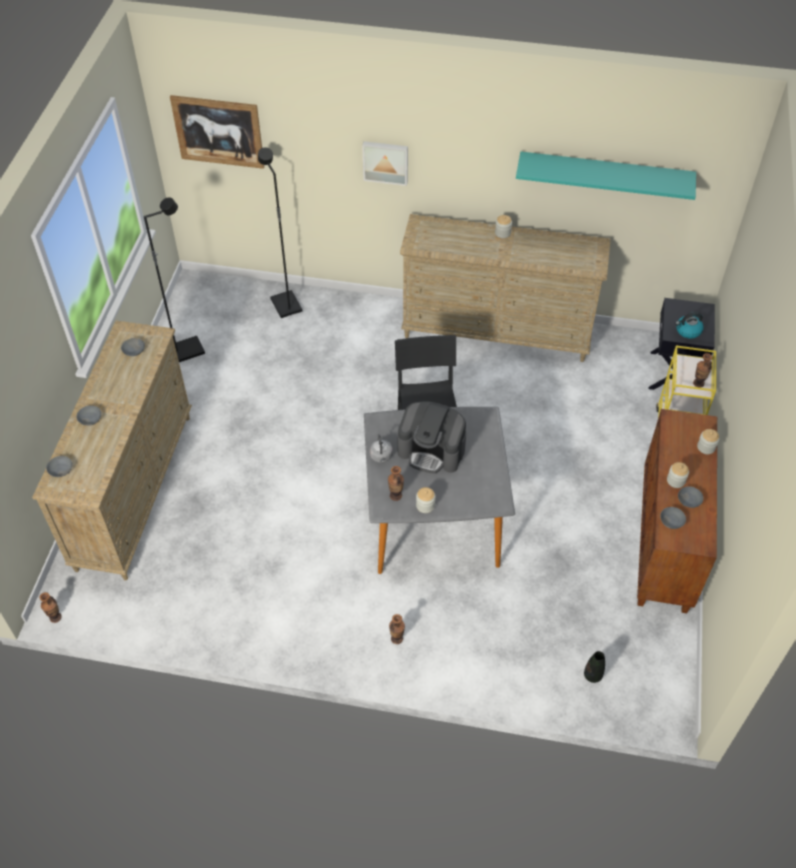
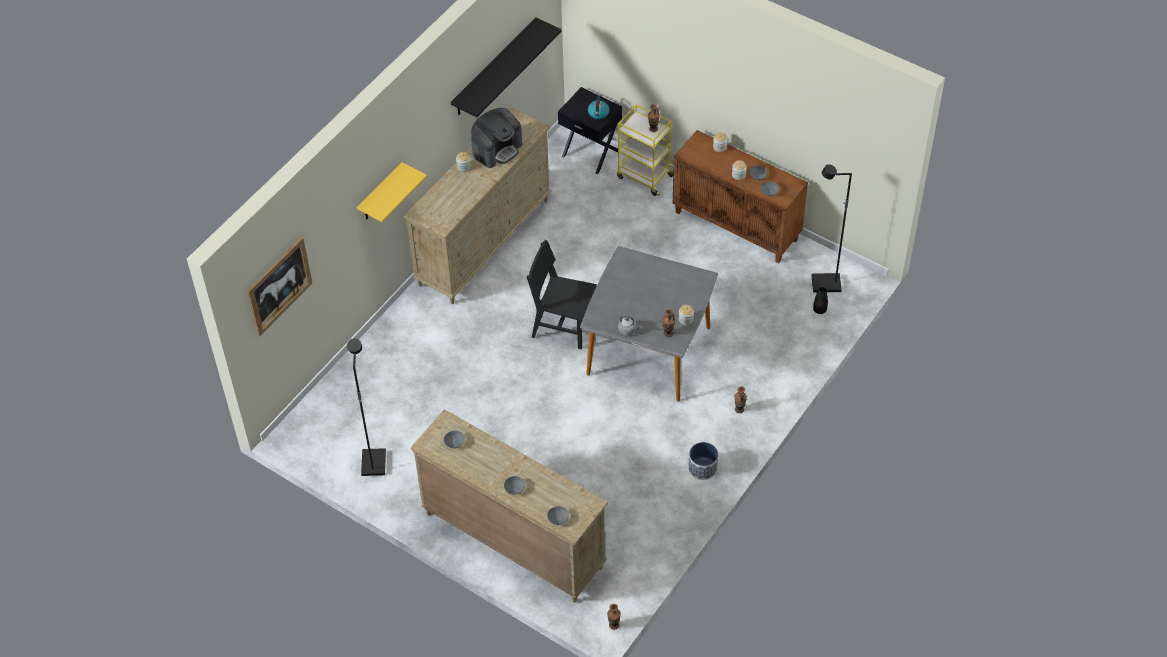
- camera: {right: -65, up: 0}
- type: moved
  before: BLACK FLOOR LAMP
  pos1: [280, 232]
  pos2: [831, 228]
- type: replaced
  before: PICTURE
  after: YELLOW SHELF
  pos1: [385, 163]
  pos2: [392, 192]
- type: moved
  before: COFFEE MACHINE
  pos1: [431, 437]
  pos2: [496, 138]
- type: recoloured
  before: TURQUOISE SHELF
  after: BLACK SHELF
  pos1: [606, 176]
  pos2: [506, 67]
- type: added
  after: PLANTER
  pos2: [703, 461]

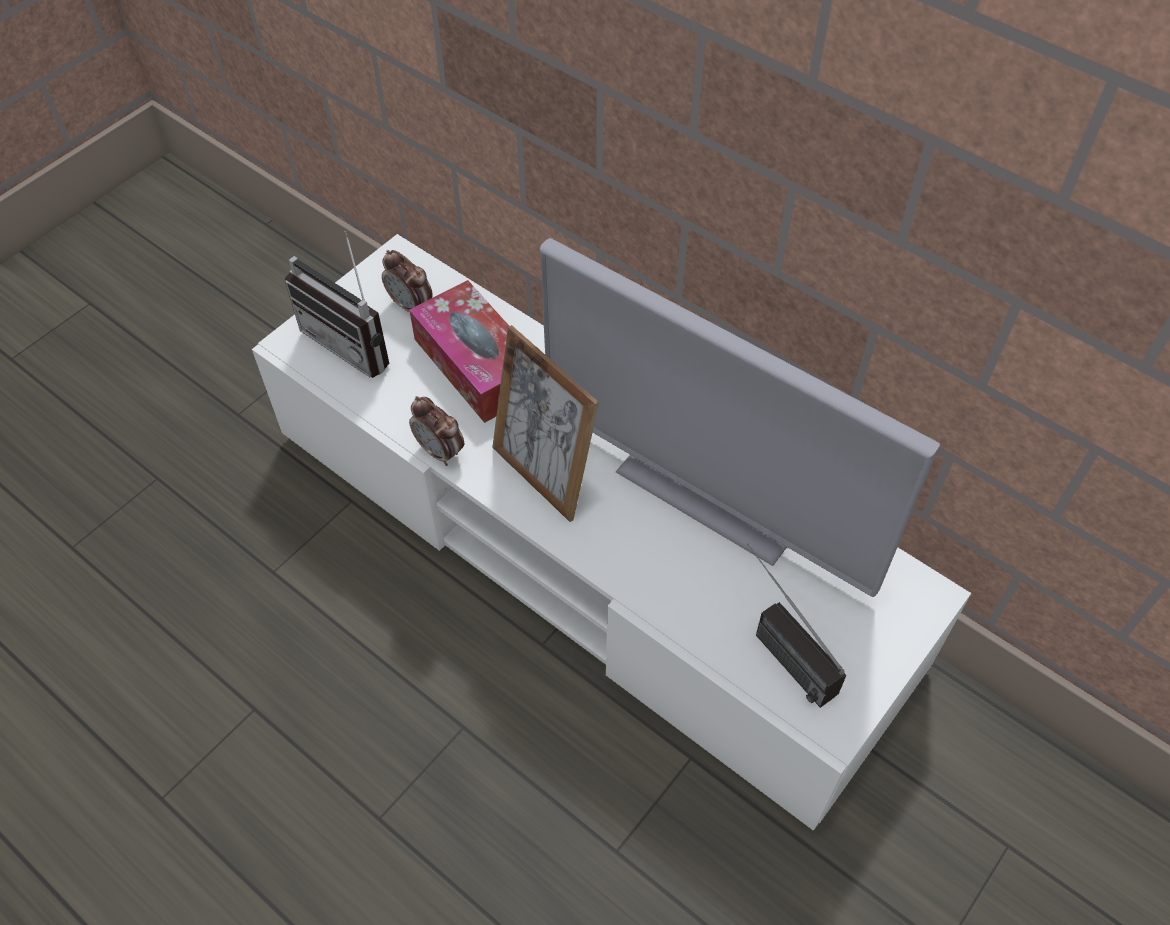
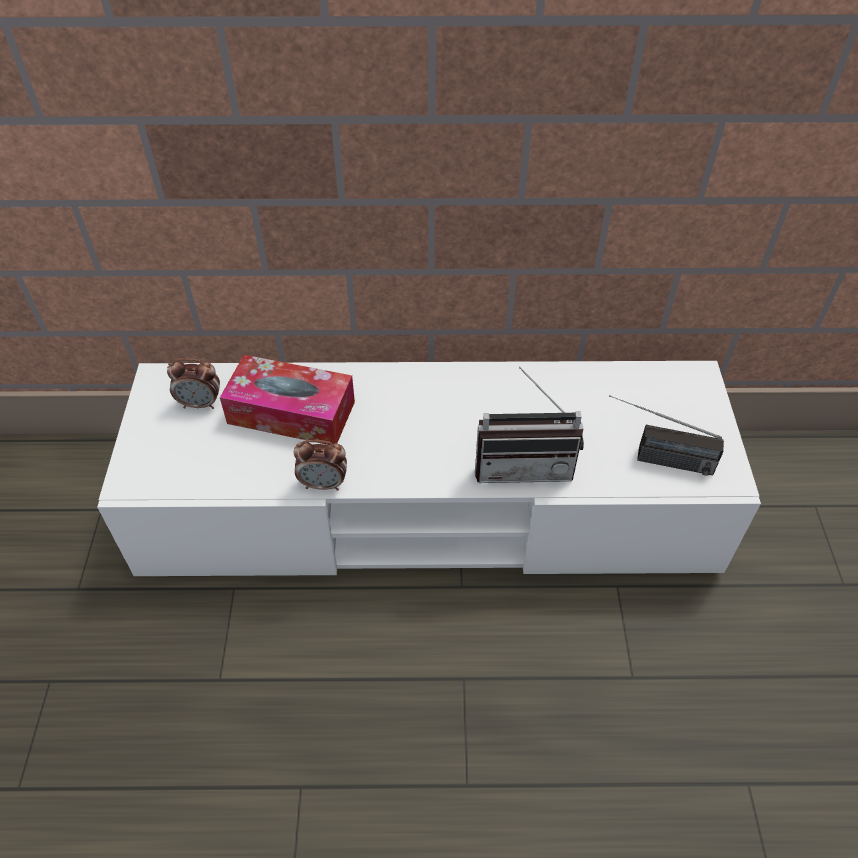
- camera: {right: -40, up: -5}
- type: moved
  before: RADIO
  pos1: [337, 304]
  pos2: [529, 425]
- type: removed
  before: PICTURE FRAME
  pos1: [545, 423]
- type: removed
  before: TELEVISION
  pos1: [740, 417]

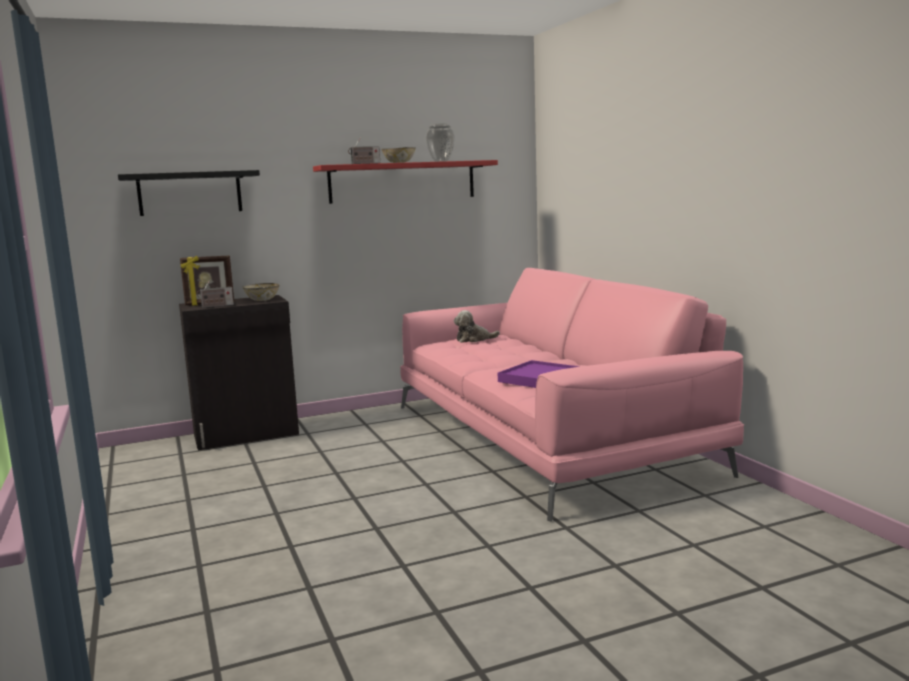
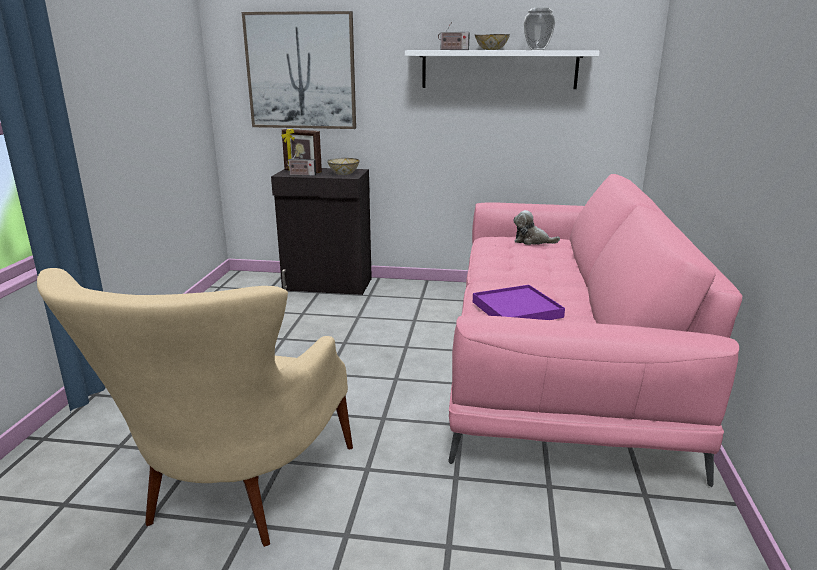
- camera: {right: 30, up: 10}
- type: replaced
  before: BLACK SHELF
  after: PICTURE
  pos1: [189, 193]
  pos2: [299, 70]
- type: recoloured
  before: RED SHELF
  after: WHITE SHELF
  pos1: [405, 182]
  pos2: [502, 69]
- type: added
  after: BEIGE ARMCHAIR
  pos2: [195, 407]

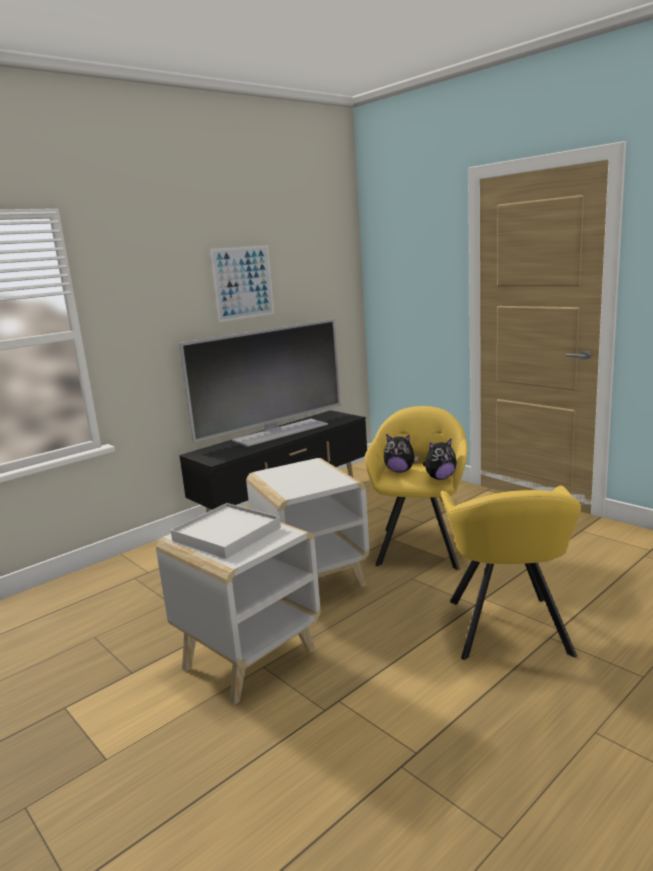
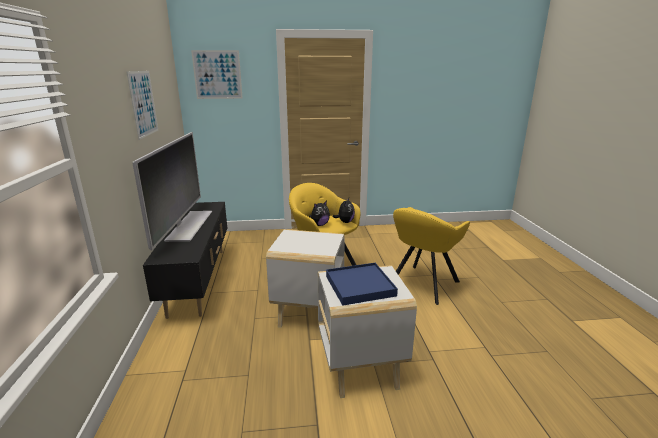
- camera: {right: -55, up: 5}
- type: recoloured
  before: WHITE TRAY
  after: BLUE TRAY
  pos1: [226, 531]
  pos2: [362, 284]
- type: turned
  before: YELLOW ARMCHAIR
  pos1: [511, 573]
  pos2: [431, 256]
  turn: 90
- type: added
  after: PICTURE
  pos2: [217, 74]

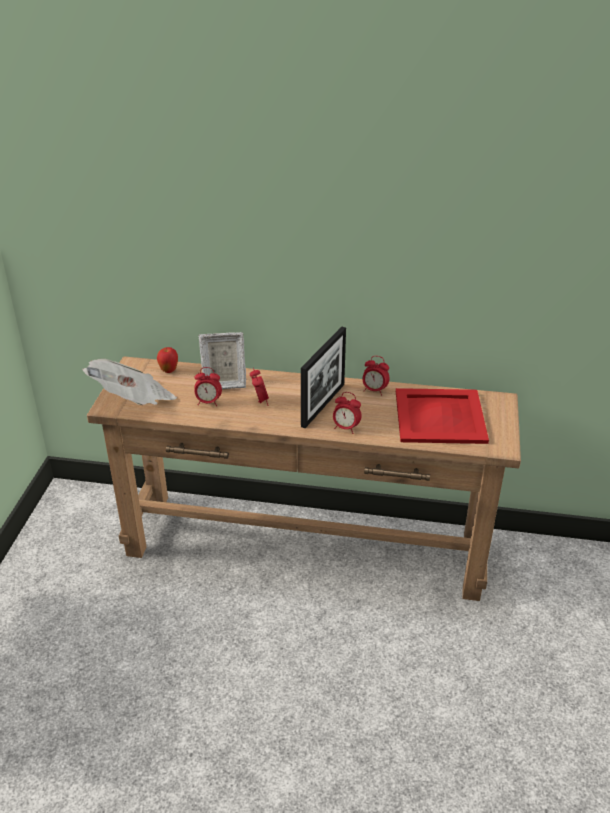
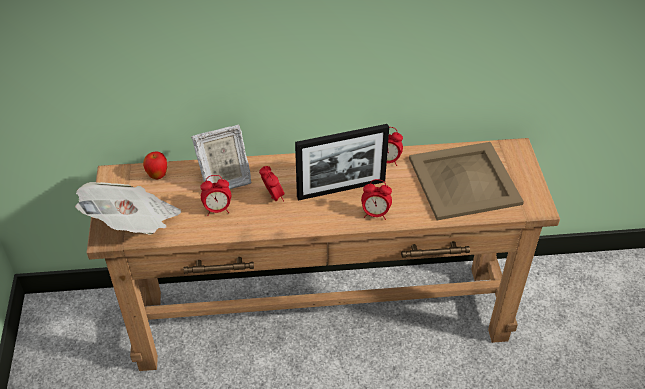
- camera: {right: -15, up: 10}
- type: turned
  before: PICTURE FRAME
  pos1: [323, 377]
  pos2: [342, 162]
  turn: 60
- type: recoloured
  before: RED TRAY
  after: BEIGE TRAY
  pos1: [442, 416]
  pos2: [466, 181]

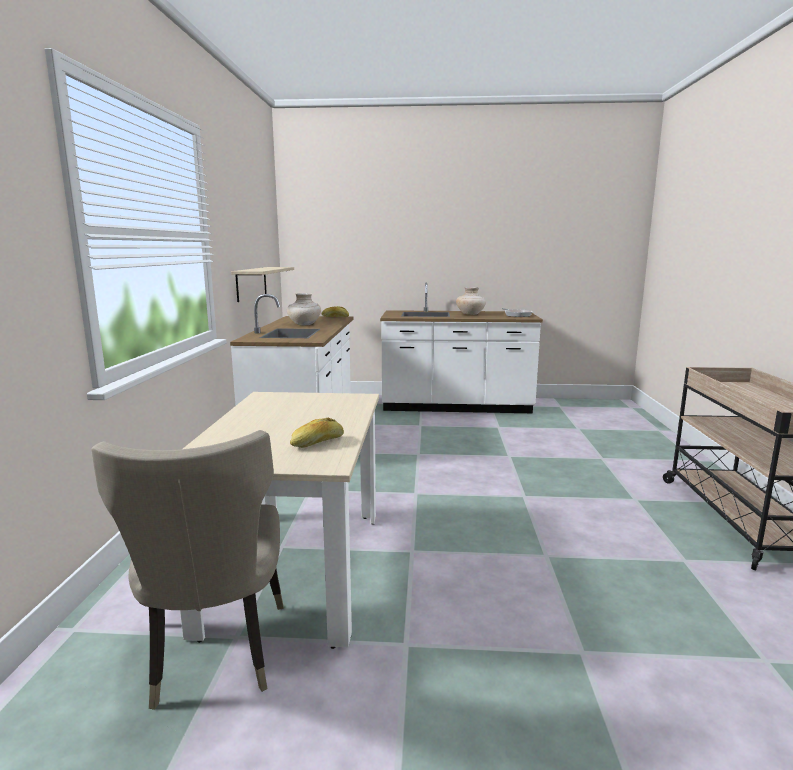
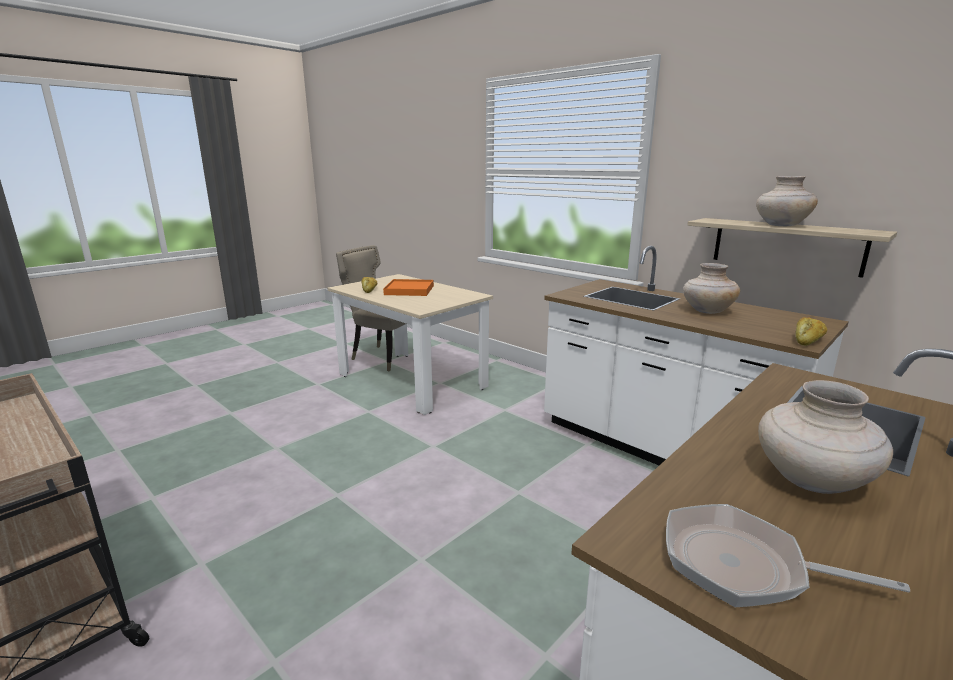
- camera: {right: 130, up: 5}
- type: added
  after: ORANGE TRAY
  pos2: [408, 287]
- type: added
  after: BEIGE VASE
  pos2: [787, 201]

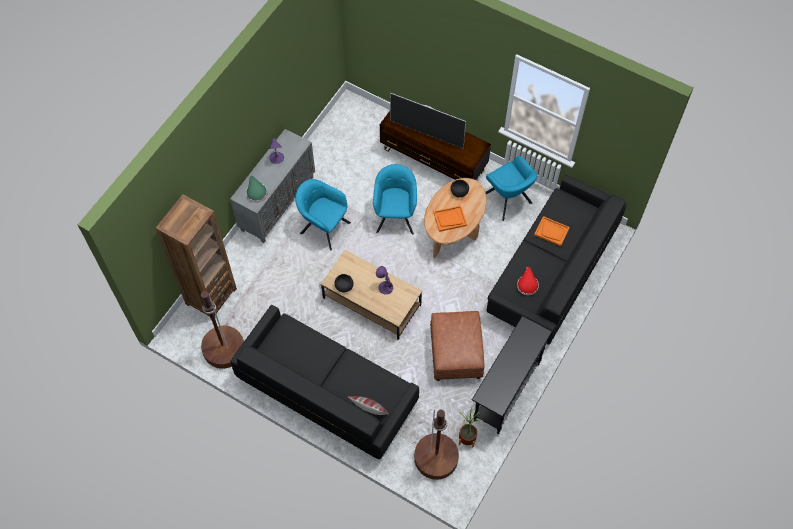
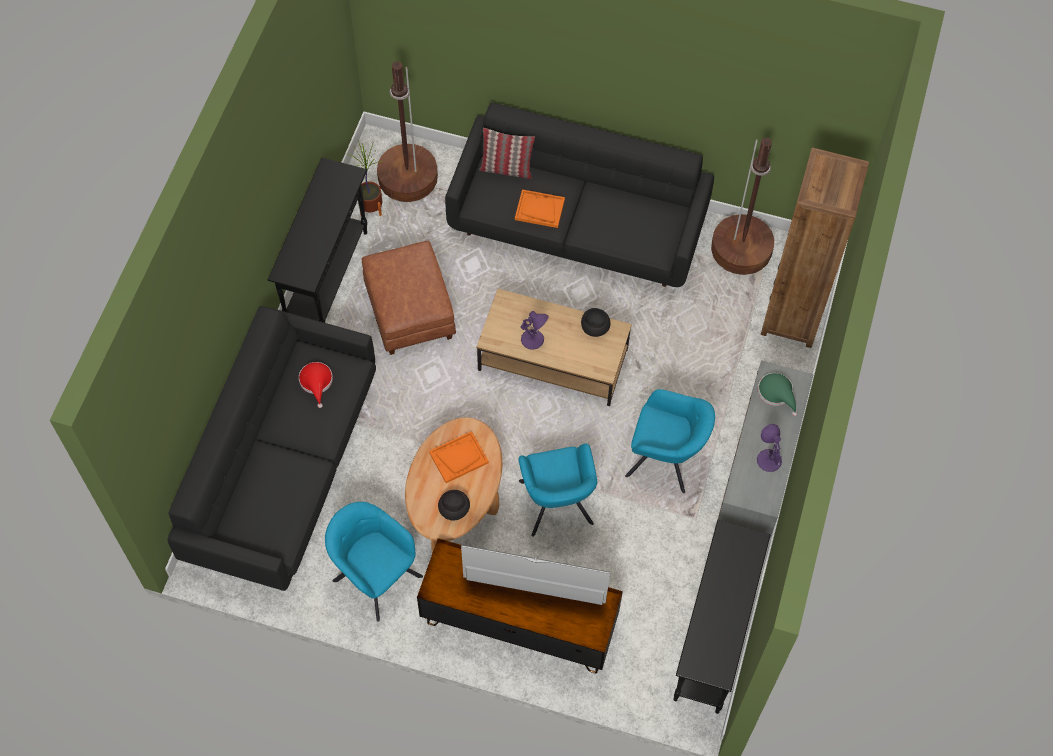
- camera: {right: 165, up: 0}
- type: moved
  before: ORANGE TRAY
  pos1: [552, 231]
  pos2: [540, 208]
- type: added
  after: BLACK CONSOLE TABLE
  pos2: [722, 617]

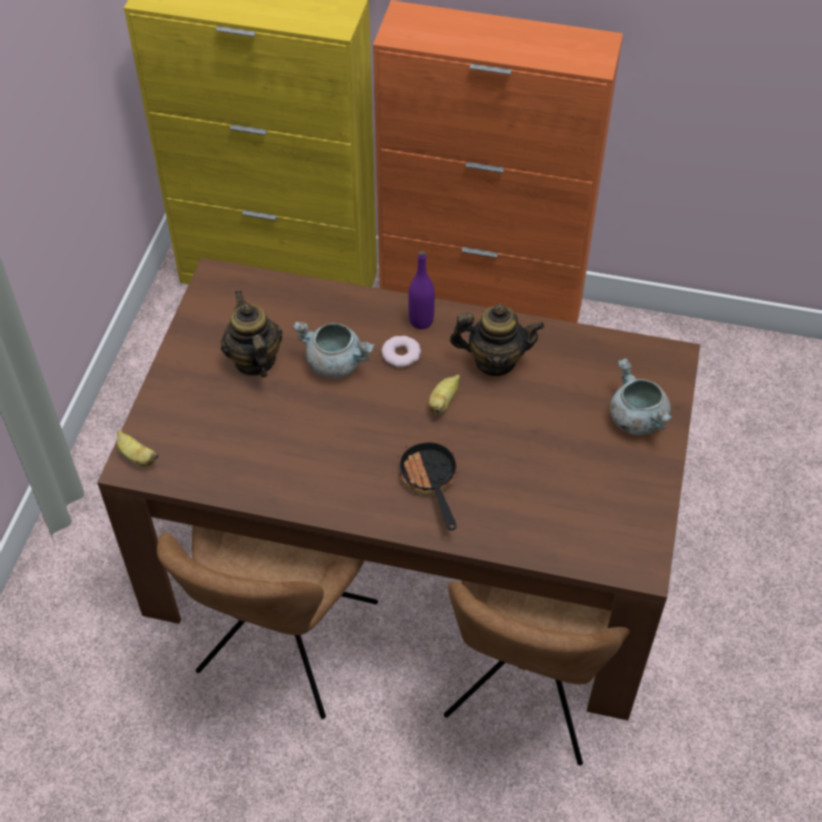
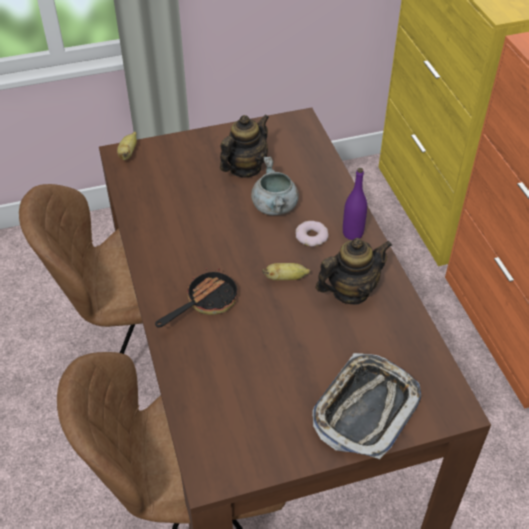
- camera: {right: 60, up: -5}
- type: turned
  before: TEAPOT
  pos1: [497, 340]
  pos2: [354, 271]
  turn: -90
- type: replaced
  before: GREY COOKING POT
  after: TRAY
  pos1: [641, 396]
  pos2: [366, 406]

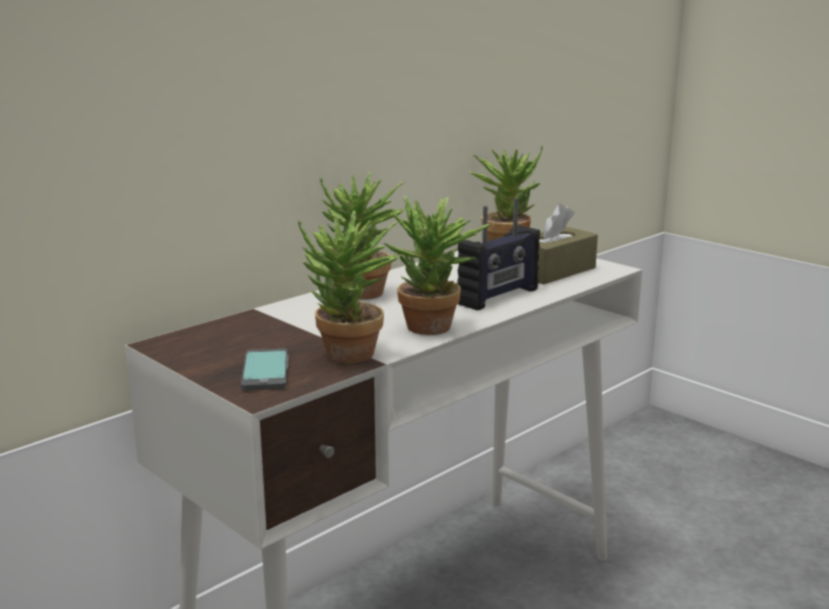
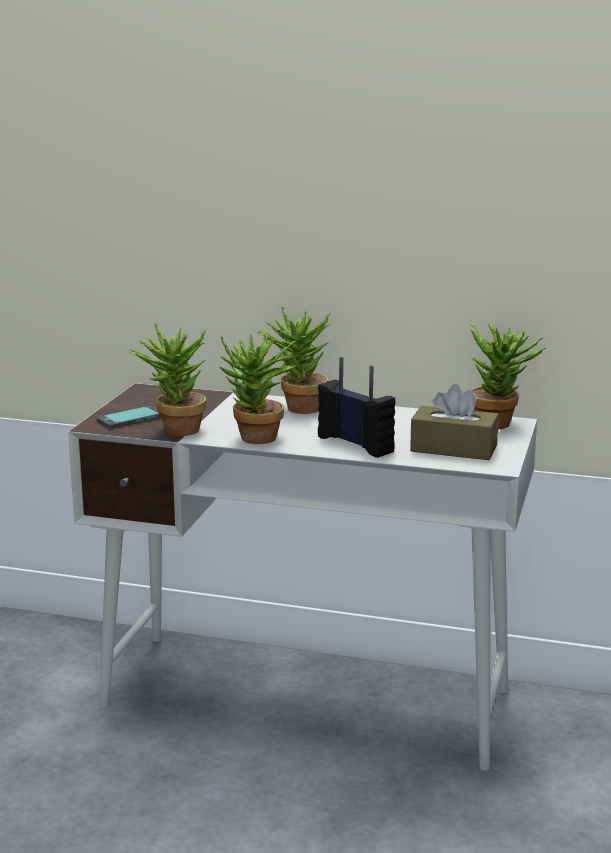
- camera: {right: 60, up: 0}
- type: turned
  before: RADIO
  pos1: [498, 254]
  pos2: [357, 407]
  turn: -150

